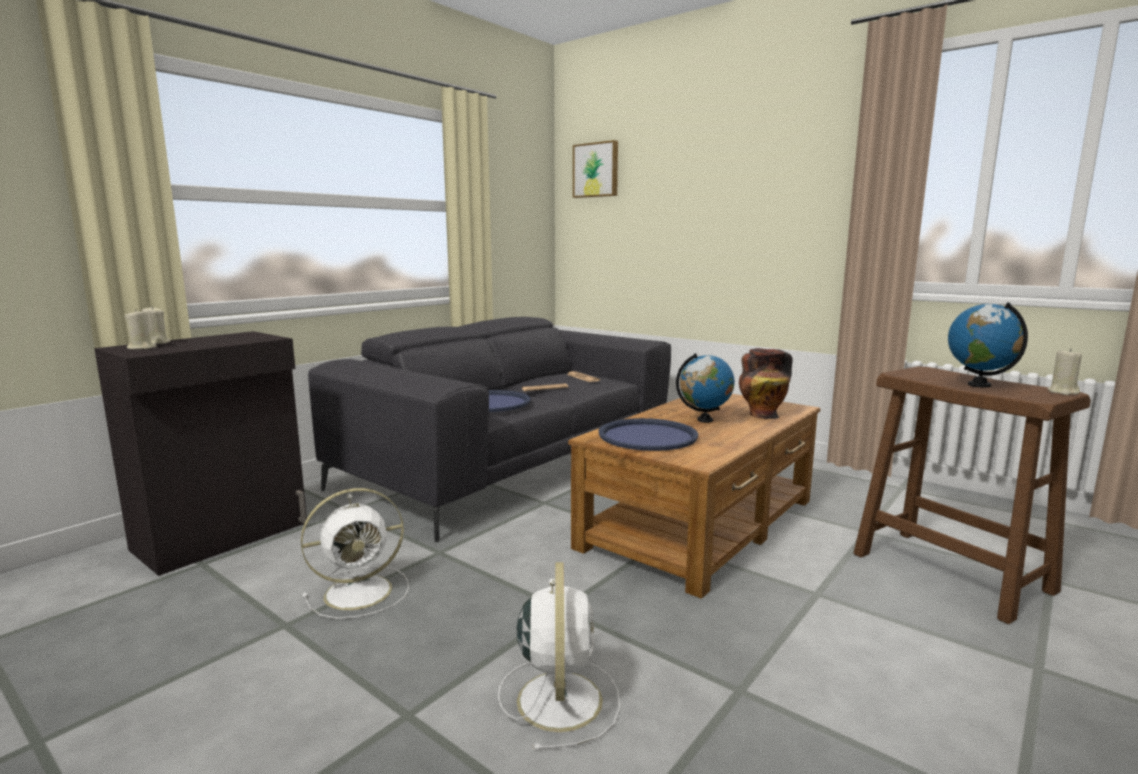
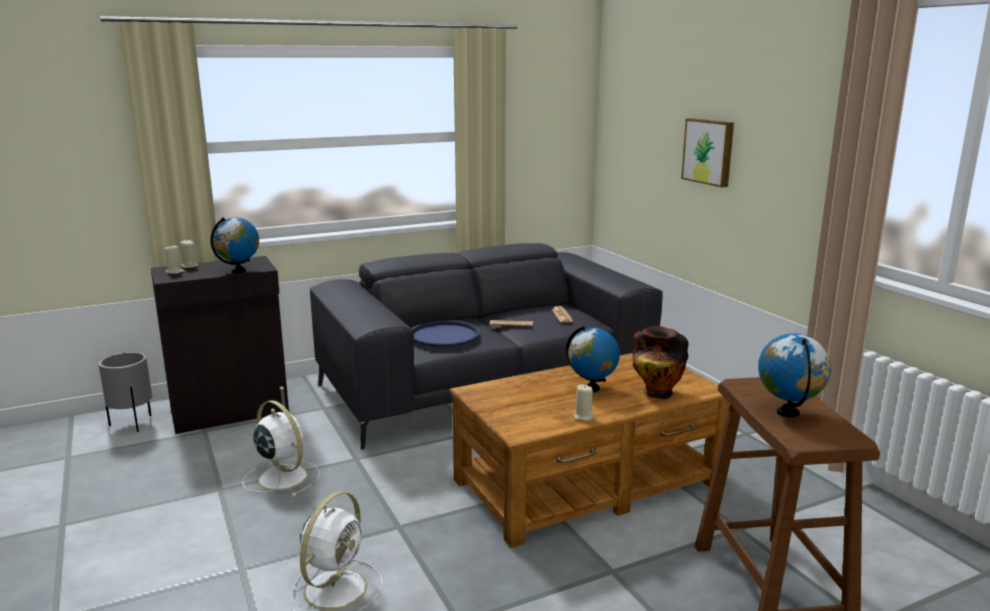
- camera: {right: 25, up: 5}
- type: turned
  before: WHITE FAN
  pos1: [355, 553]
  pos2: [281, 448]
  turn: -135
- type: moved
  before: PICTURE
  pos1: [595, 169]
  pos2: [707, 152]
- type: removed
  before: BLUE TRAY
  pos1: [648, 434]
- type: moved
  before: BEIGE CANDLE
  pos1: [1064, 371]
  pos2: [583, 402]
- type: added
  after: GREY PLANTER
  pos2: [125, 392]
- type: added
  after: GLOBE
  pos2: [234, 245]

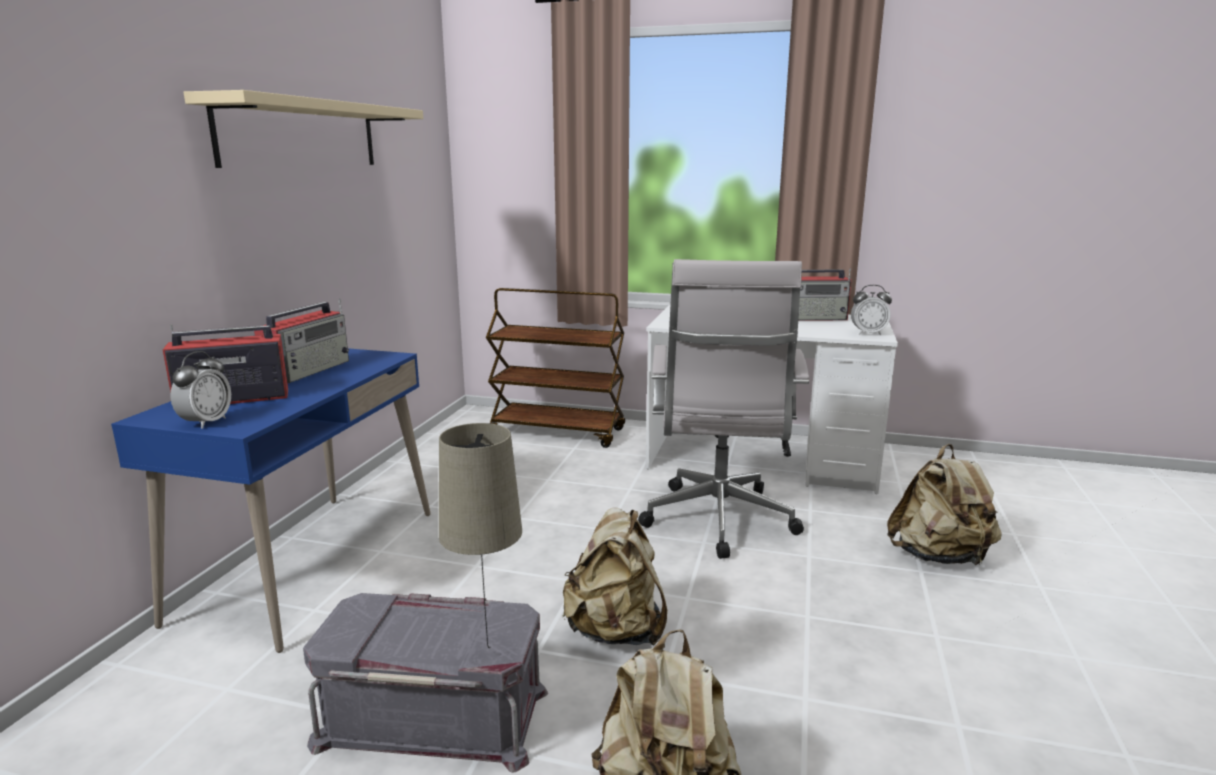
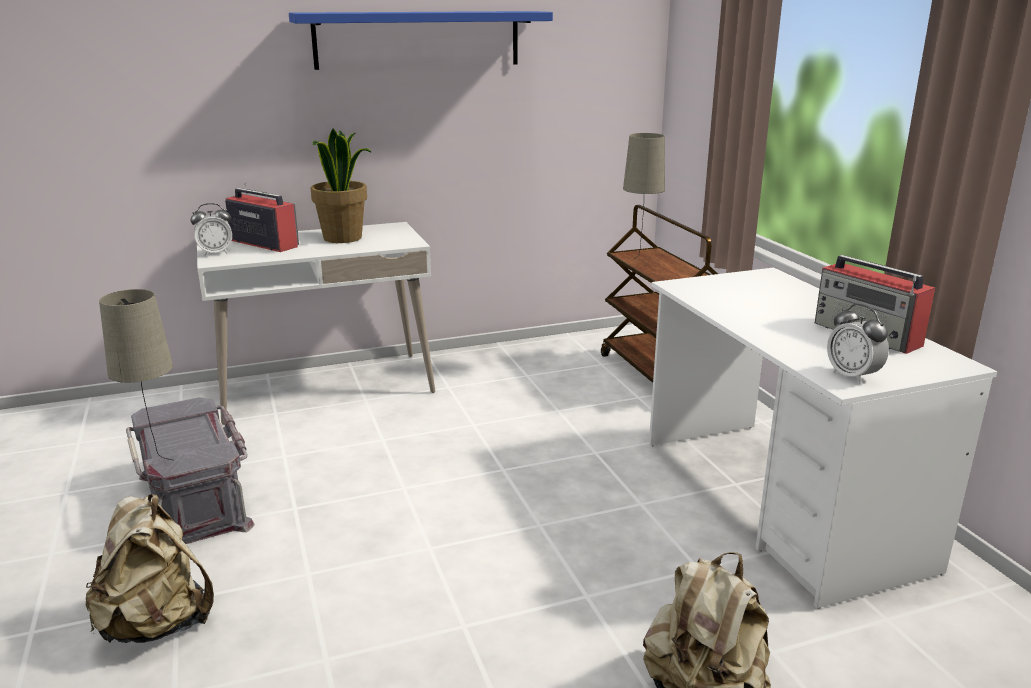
- camera: {right: 55, up: 5}
- type: recoloured
  before: BLUE DESK
  after: WHITE DESK
  pos1: [271, 500]
  pos2: [316, 323]
- type: recoloured
  before: BEIGE SHELF
  after: BLUE SHELF
  pos1: [303, 129]
  pos2: [421, 40]
- type: replaced
  before: RADIO
  after: POTTED PLANT
  pos1: [301, 341]
  pos2: [341, 186]
- type: removed
  before: BEIGE BACKPACK
  pos1: [614, 577]
- type: removed
  before: WHITE OFFICE CHAIR
  pos1: [723, 409]
- type: added
  after: BEIGE TABLE LAMP
  pos2: [644, 196]

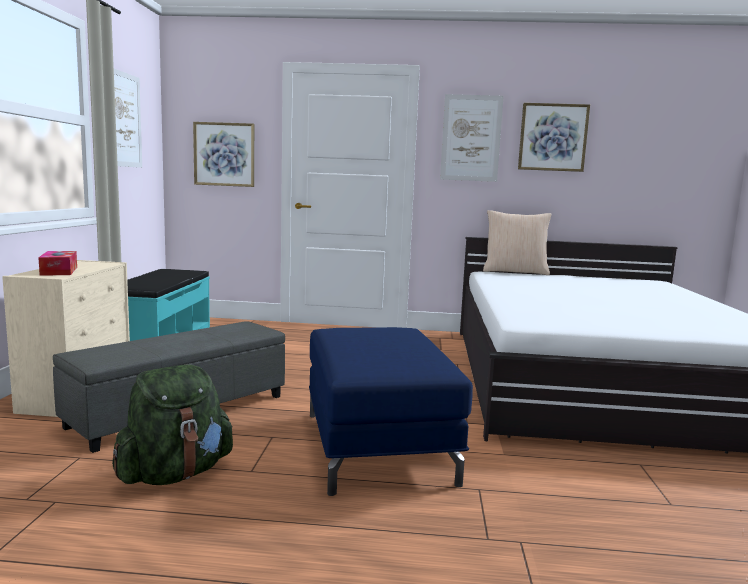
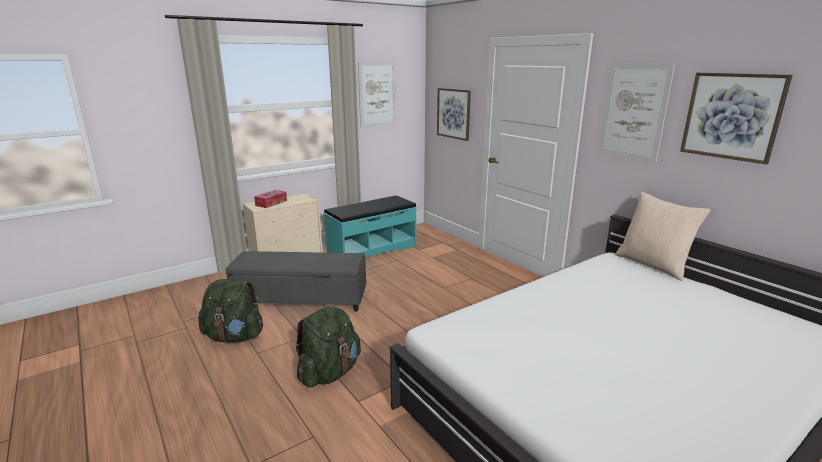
- camera: {right: 50, up: 10}
- type: replaced
  before: BLUE OTTOMAN
  after: GREEN BACKPACK
  pos1: [391, 411]
  pos2: [328, 346]

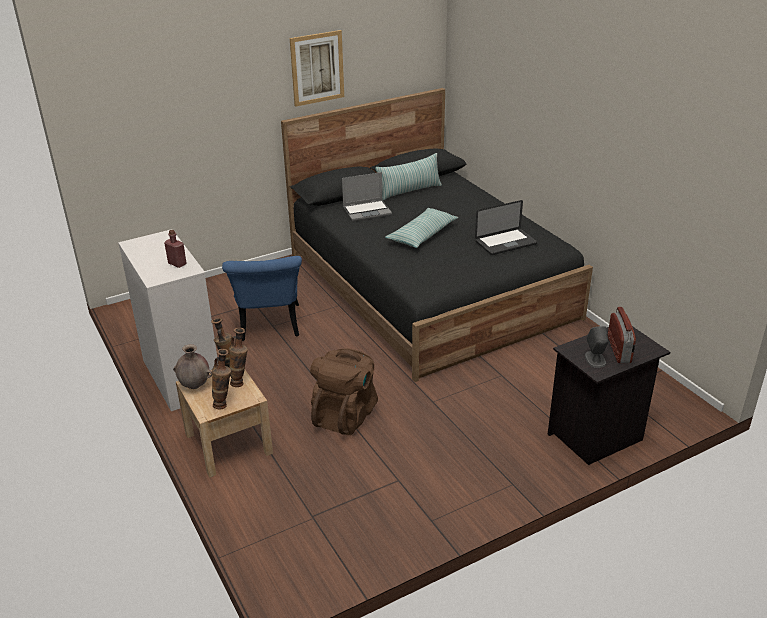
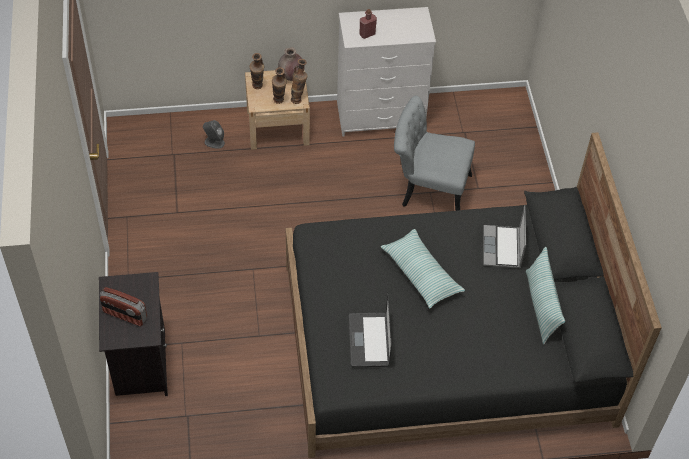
- camera: {right: 110, up: 20}
- type: recoloured
  before: BLUE CHAIR
  after: GREY CHAIR
  pos1: [262, 298]
  pos2: [434, 153]
- type: removed
  before: PICTURE
  pos1: [317, 68]
- type: removed
  before: BROWN BACKPACK
  pos1: [344, 391]
- type: moved
  before: GREY SPEAKER
  pos1: [596, 347]
  pos2: [214, 134]

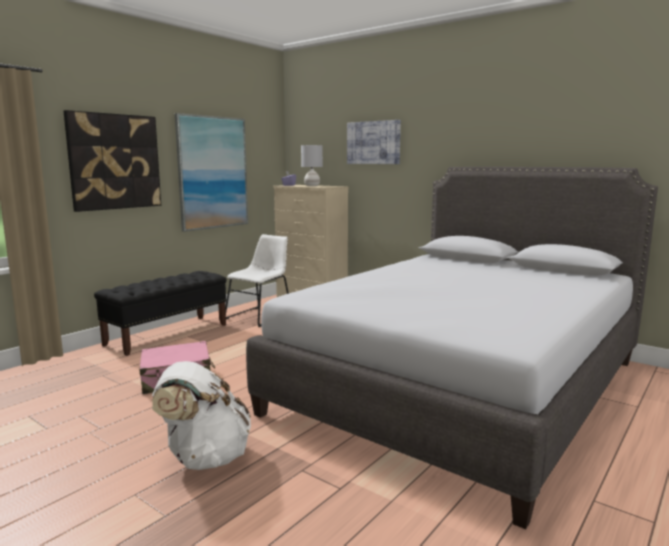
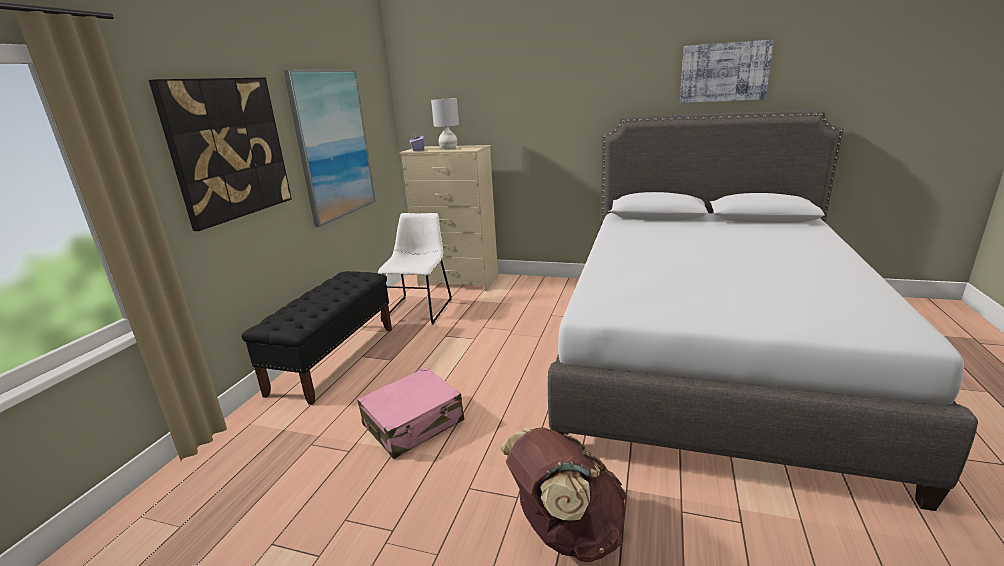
- camera: {right: -20, up: 10}
- type: recoloured
  before: WHITE BACKPACK
  after: BROWN BACKPACK
  pos1: [201, 415]
  pos2: [563, 495]
- type: moved
  before: PICTURE
  pos1: [374, 142]
  pos2: [727, 71]

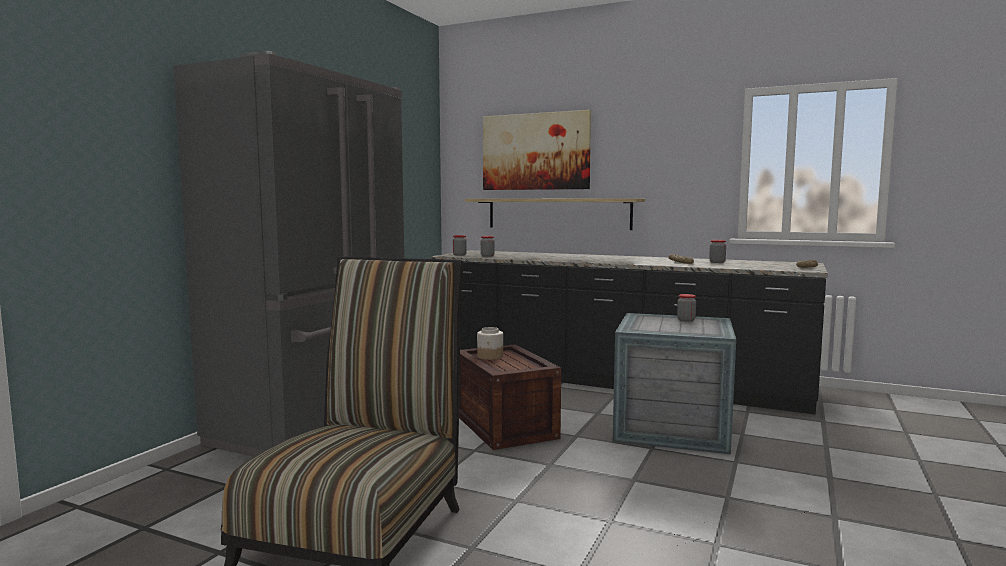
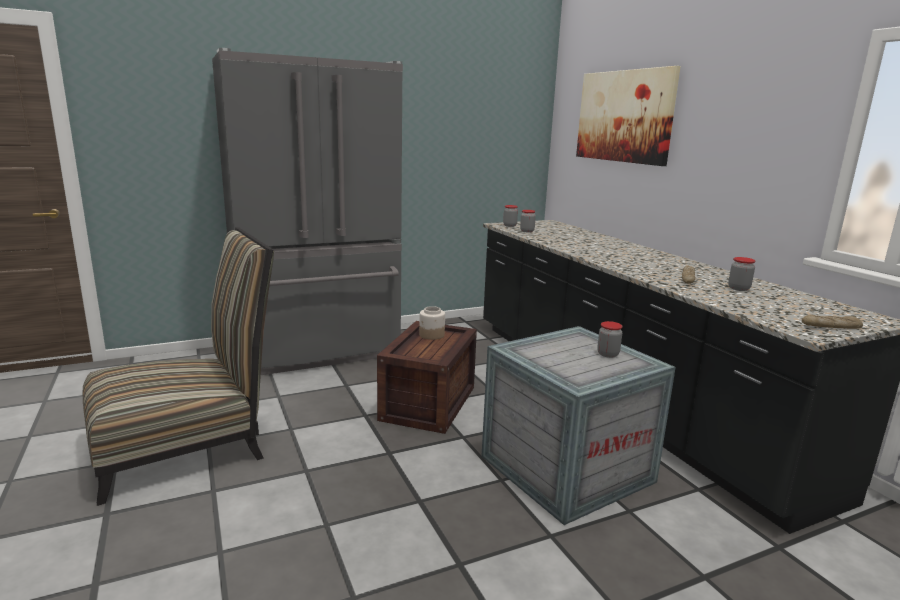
- camera: {right: 40, up: 10}
- type: removed
  before: SHELF
  pos1: [555, 214]

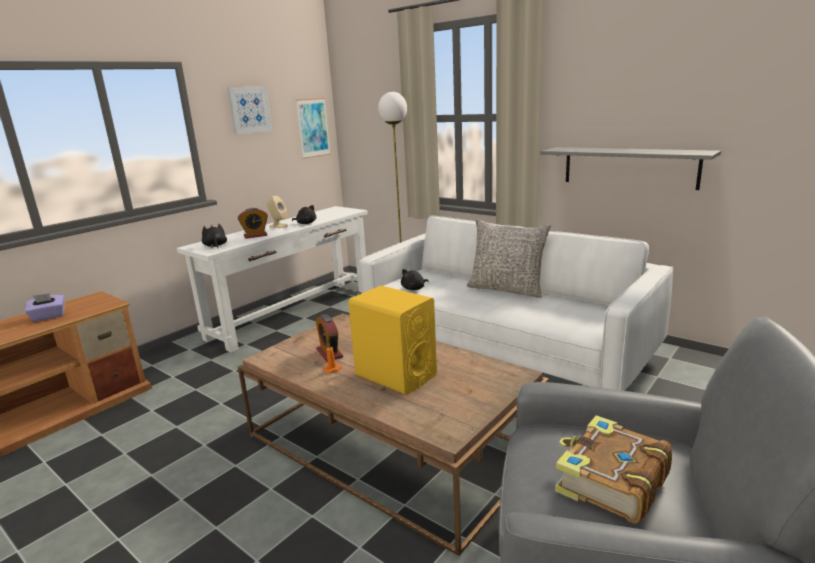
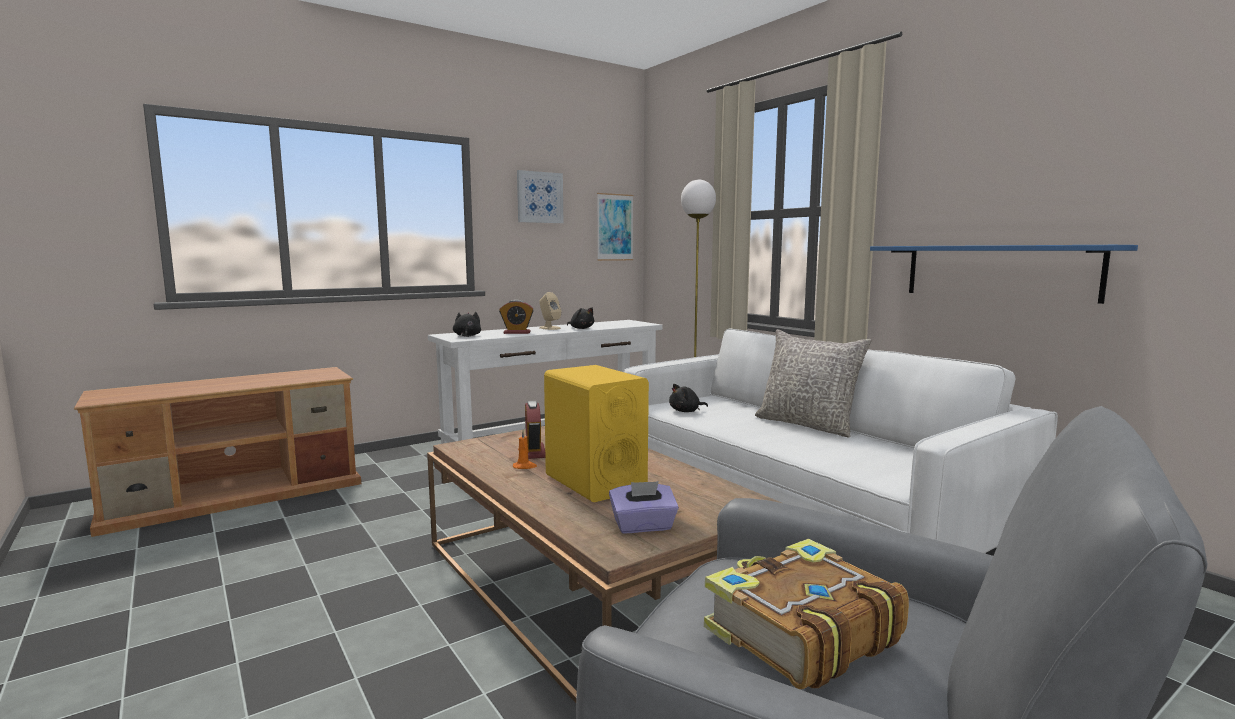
- camera: {right: 15, up: -10}
- type: moved
  before: PURPLE TISSUE BOX
  pos1: [44, 307]
  pos2: [644, 507]
- type: recoloured
  before: GREY SHELF
  after: BLUE SHELF
  pos1: [630, 168]
  pos2: [1004, 274]

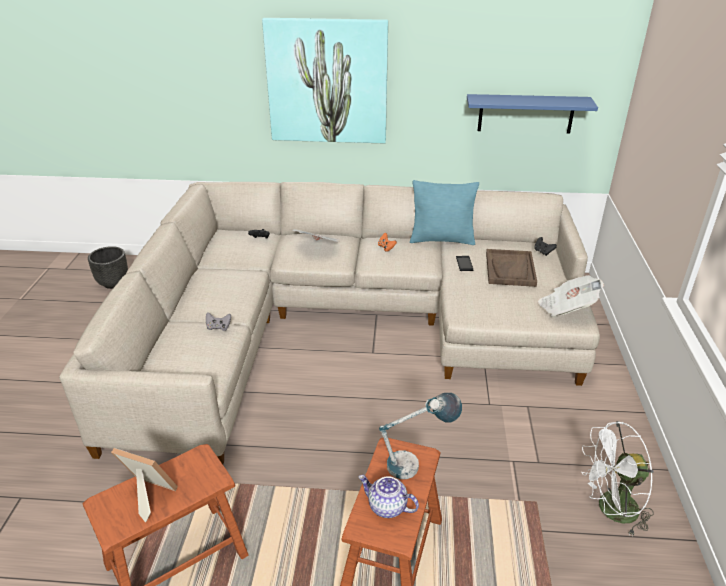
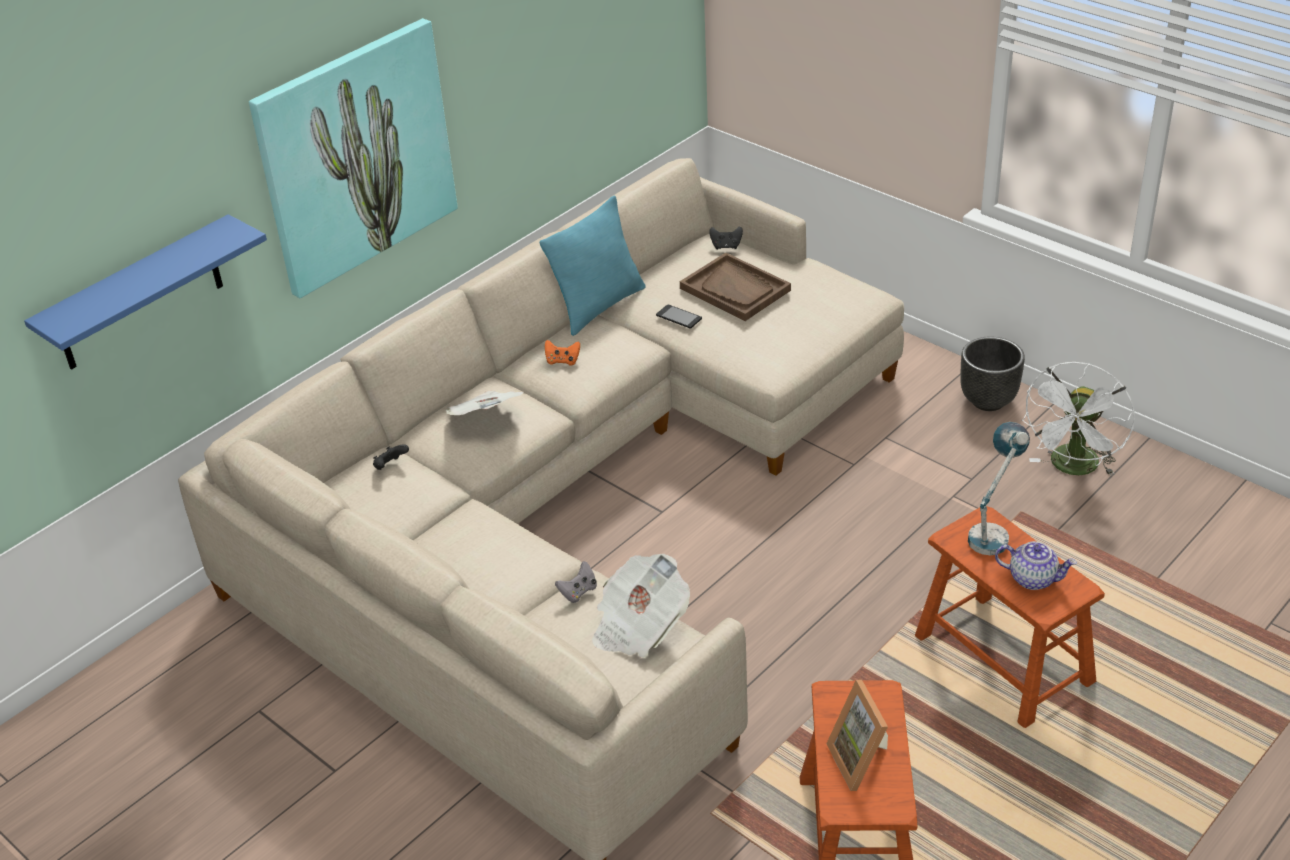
- camera: {right: -50, up: 5}
- type: moved
  before: BLACK PLANTER
  pos1: [108, 267]
  pos2: [992, 373]
- type: turned
  before: PICTURE FRAME
  pos1: [144, 485]
  pos2: [857, 735]
  turn: -75
- type: turned
  before: TEAPOT
  pos1: [389, 496]
  pos2: [1036, 565]
  turn: -135
- type: moved
  before: BLUE SHELF
  pos1: [532, 114]
  pos2: [145, 292]
- type: moved
  before: NEWSPAPER
  pos1: [571, 296]
  pos2: [641, 606]

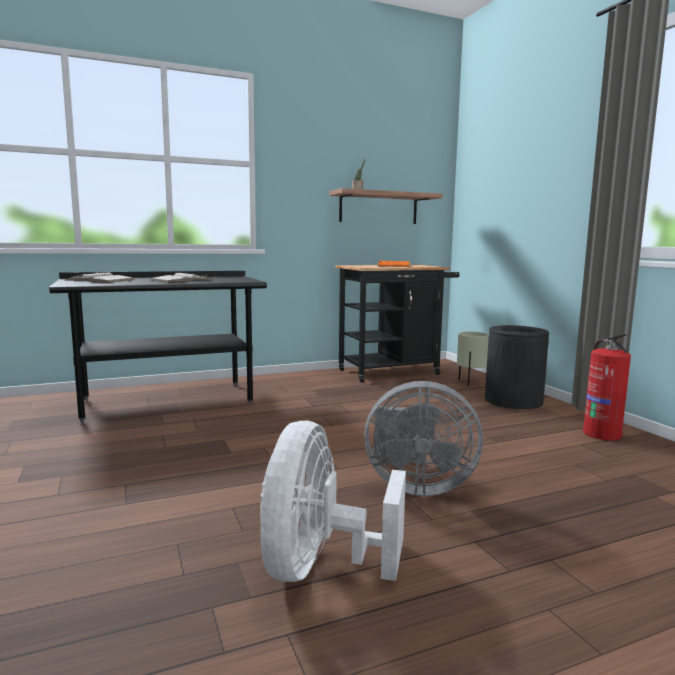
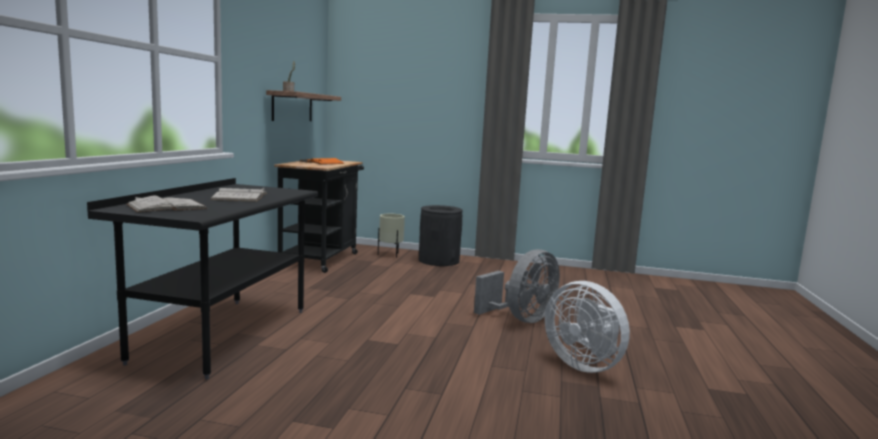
- camera: {right: -55, up: 0}
- type: removed
  before: FIRE EXTINGUISHER
  pos1: [607, 387]

